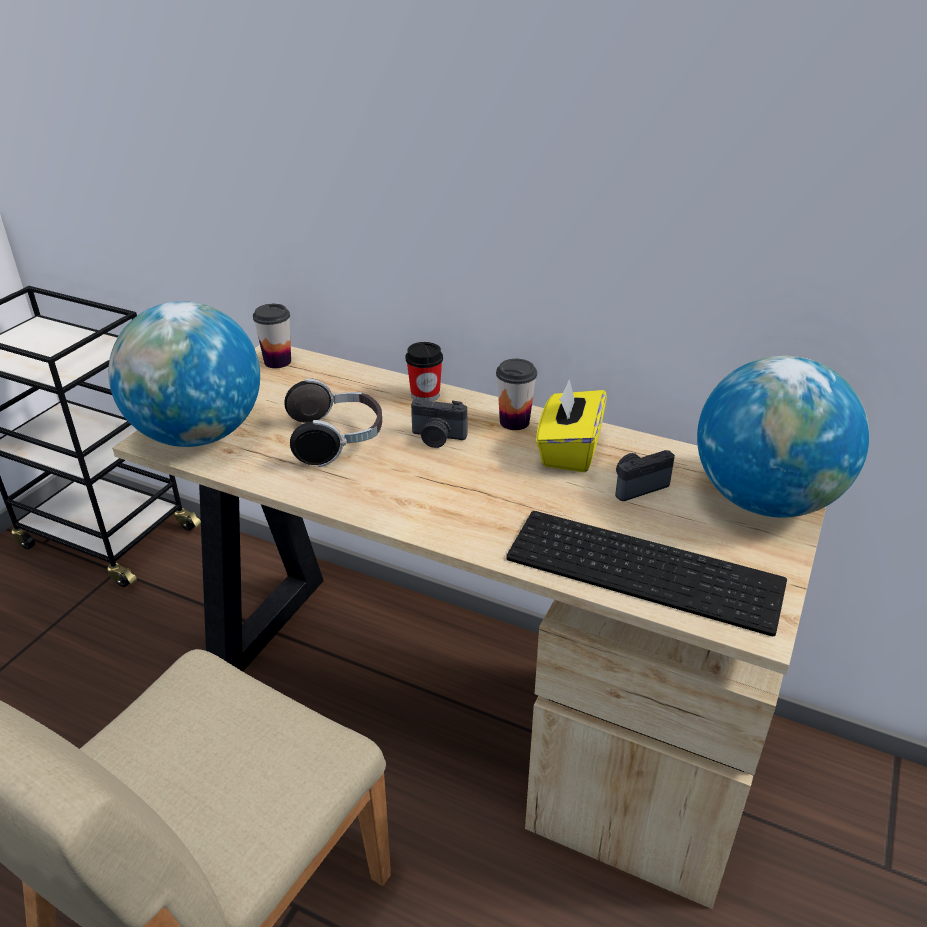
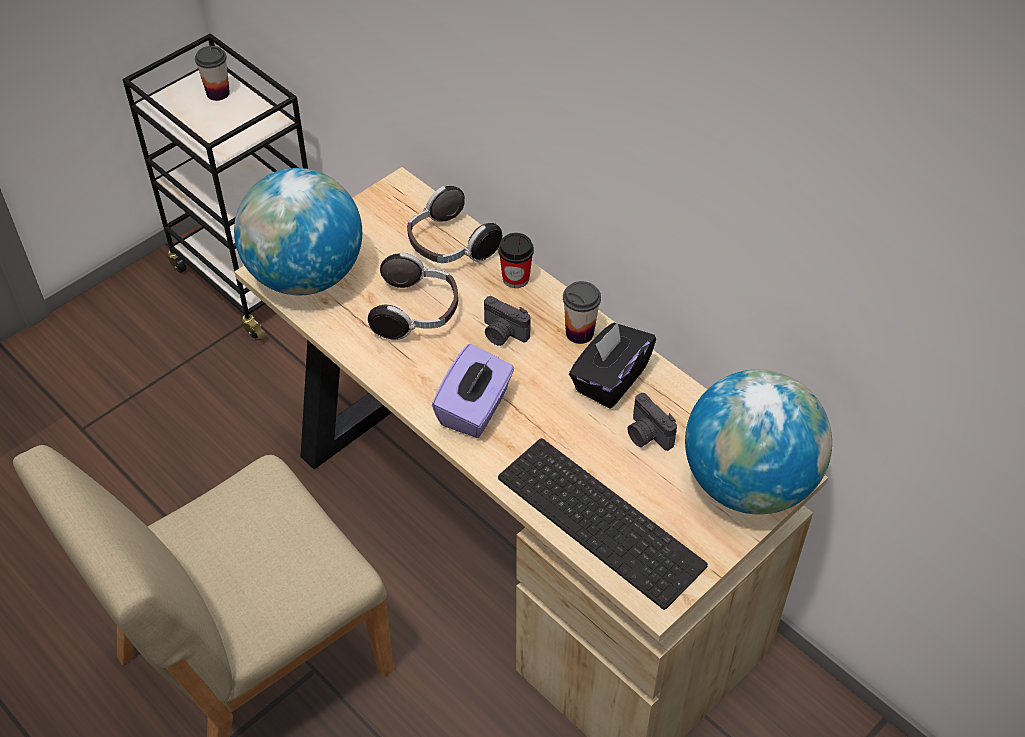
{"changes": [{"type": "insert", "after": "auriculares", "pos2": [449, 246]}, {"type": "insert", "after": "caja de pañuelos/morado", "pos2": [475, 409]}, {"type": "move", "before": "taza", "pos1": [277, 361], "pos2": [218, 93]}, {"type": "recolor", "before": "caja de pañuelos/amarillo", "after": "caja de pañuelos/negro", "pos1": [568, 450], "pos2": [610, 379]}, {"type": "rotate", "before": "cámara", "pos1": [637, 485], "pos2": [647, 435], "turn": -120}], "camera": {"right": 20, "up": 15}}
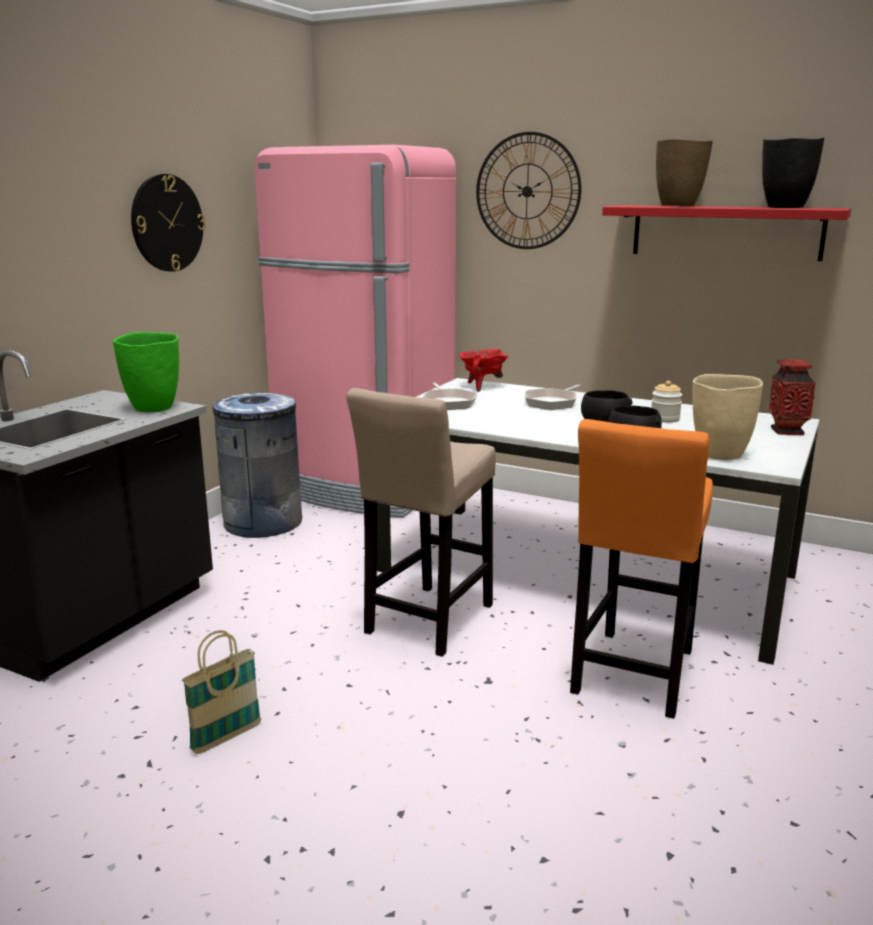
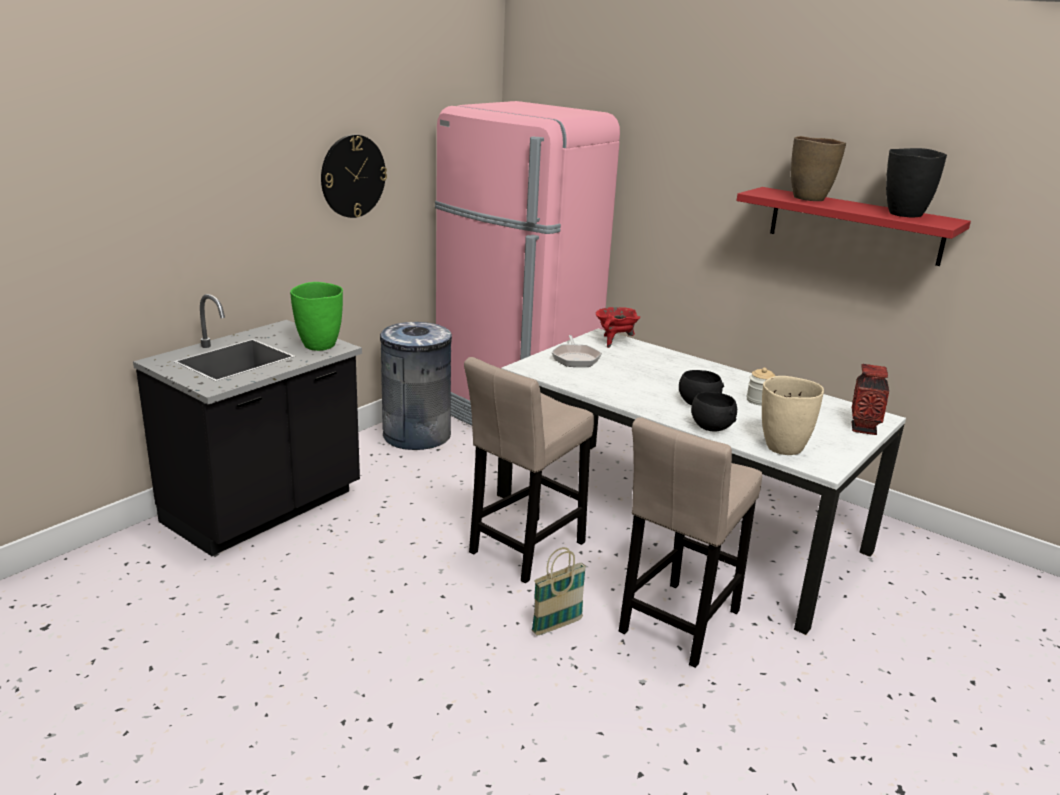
{"changes": [{"type": "delete", "before": "reloj de pared", "pos1": [527, 191]}, {"type": "delete", "before": "sartén", "pos1": [552, 402]}, {"type": "move", "before": "cesta", "pos1": [226, 738], "pos2": [557, 626]}, {"type": "recolor", "before": "taburete/naranja", "after": "taburete/beis", "pos1": [632, 676], "pos2": [677, 625]}], "camera": {"right": 10, "up": 5}}
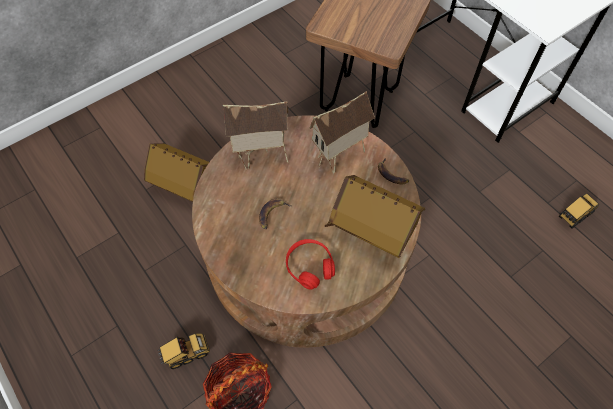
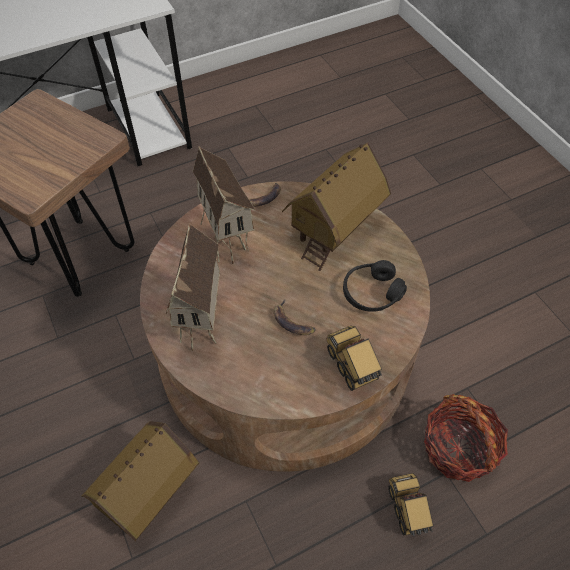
{"changes": [{"type": "move", "before": "camión de juguete", "pos1": [574, 216], "pos2": [352, 367]}, {"type": "recolor", "before": "auriculares/rojo", "after": "auriculares/negro", "pos1": [309, 266], "pos2": [371, 293]}], "camera": {"right": -80, "up": -5}}
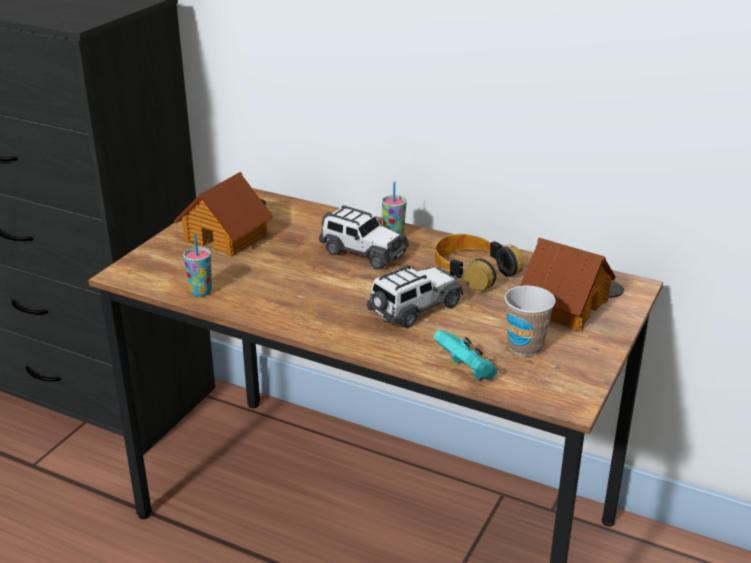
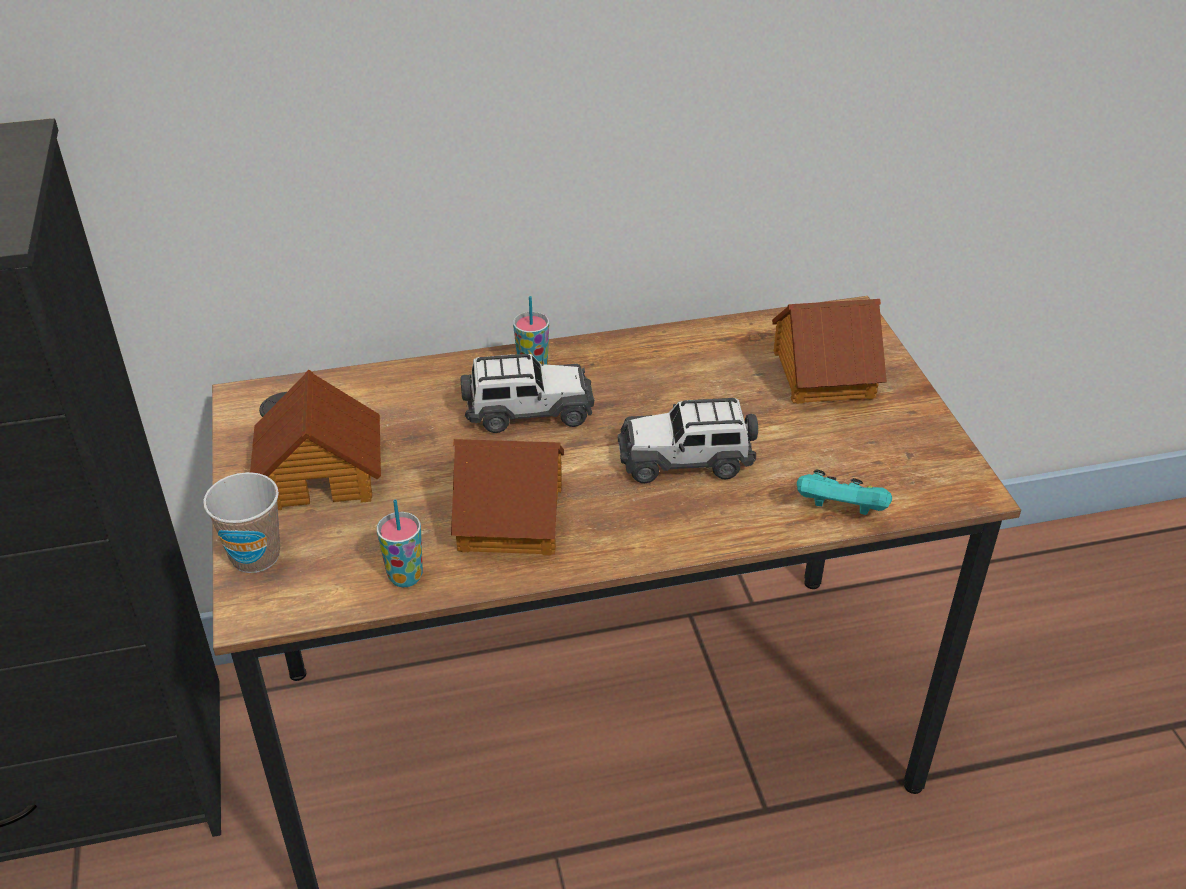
{"changes": [{"type": "delete", "before": "auriculares", "pos1": [473, 270]}, {"type": "insert", "after": "casita", "pos2": [513, 517]}, {"type": "move", "before": "taza", "pos1": [525, 347], "pos2": [255, 556]}, {"type": "rotate", "before": "coche de juguete", "pos1": [414, 309], "pos2": [686, 459], "turn": -105}], "camera": {"right": -40, "up": 10}}
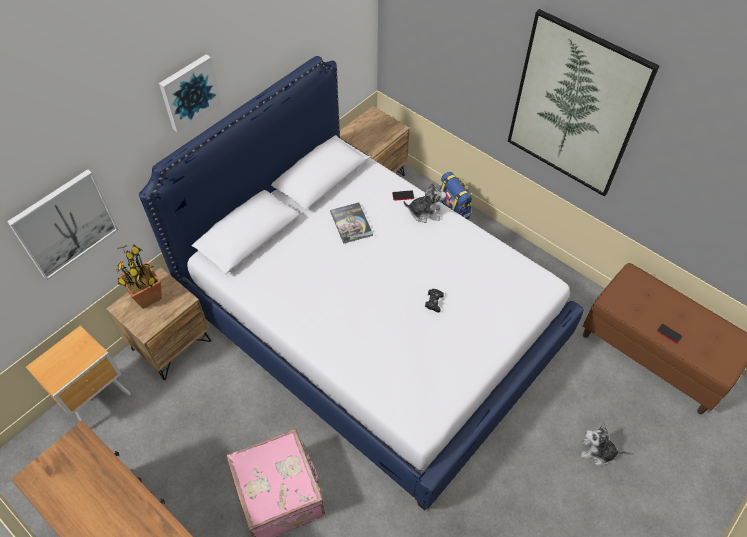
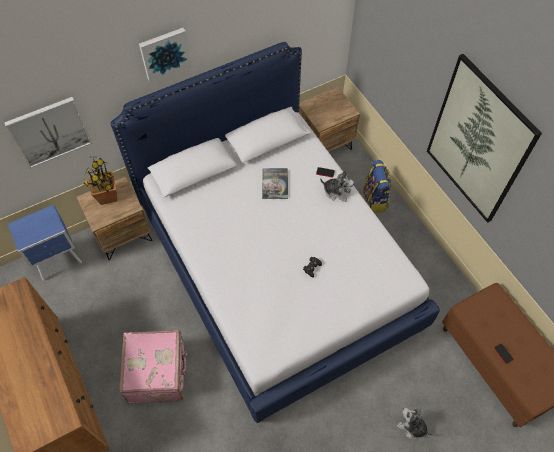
{"changes": [{"type": "recolor", "before": "mesita de noche/marrón", "after": "mesita de noche/azul", "pos1": [99, 400], "pos2": [59, 260]}], "camera": {"right": 20, "up": 5}}
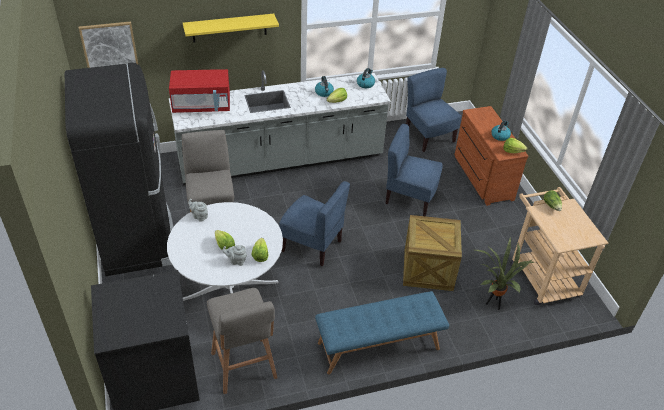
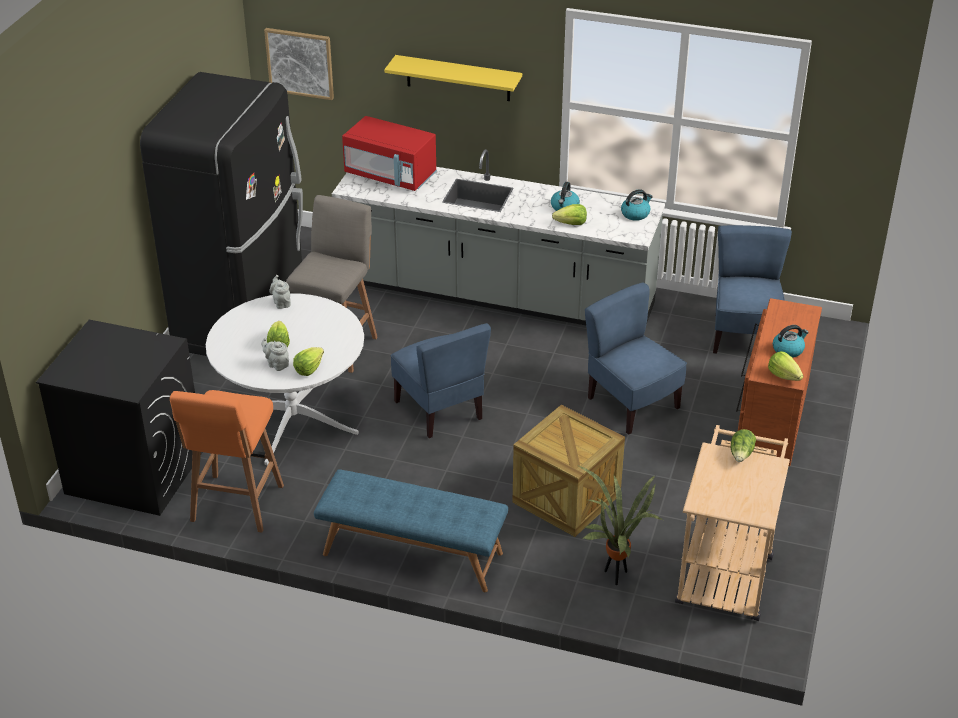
{"changes": [{"type": "recolor", "before": "taburete/gris", "after": "taburete/naranja", "pos1": [244, 367], "pos2": [236, 505]}], "camera": {"right": 35, "up": -5}}
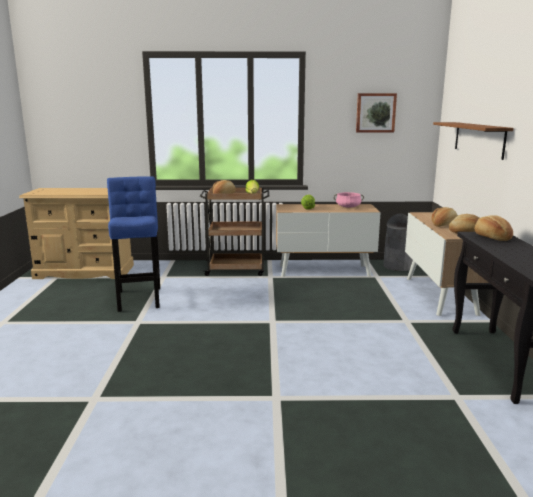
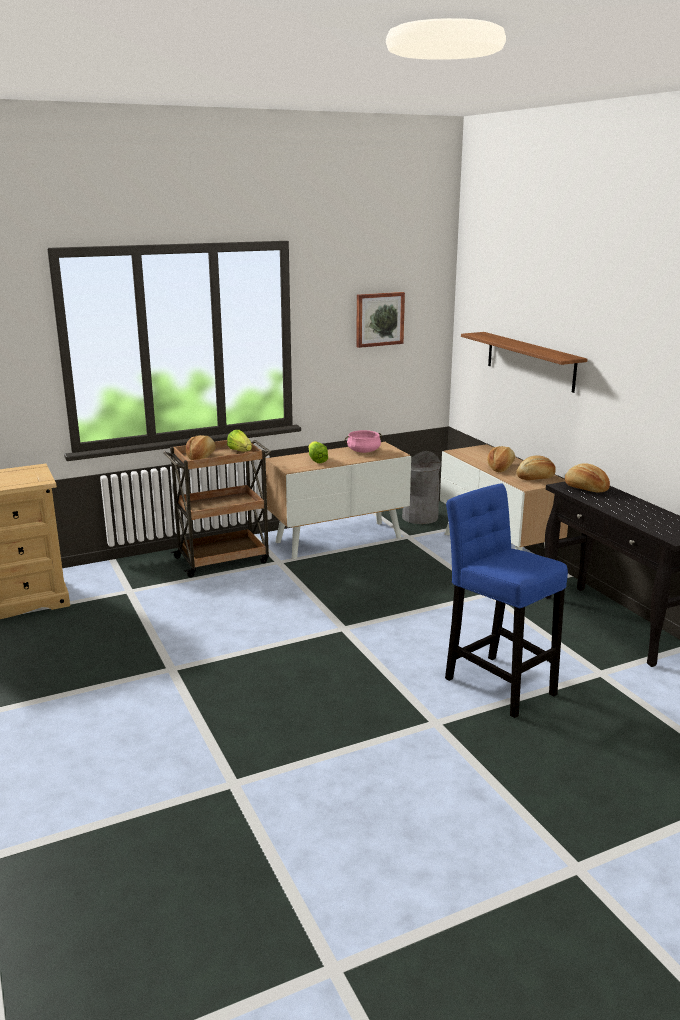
{"changes": [{"type": "move", "before": "taburete/azul", "pos1": [139, 298], "pos2": [496, 683]}], "camera": {"right": -25, "up": 5}}
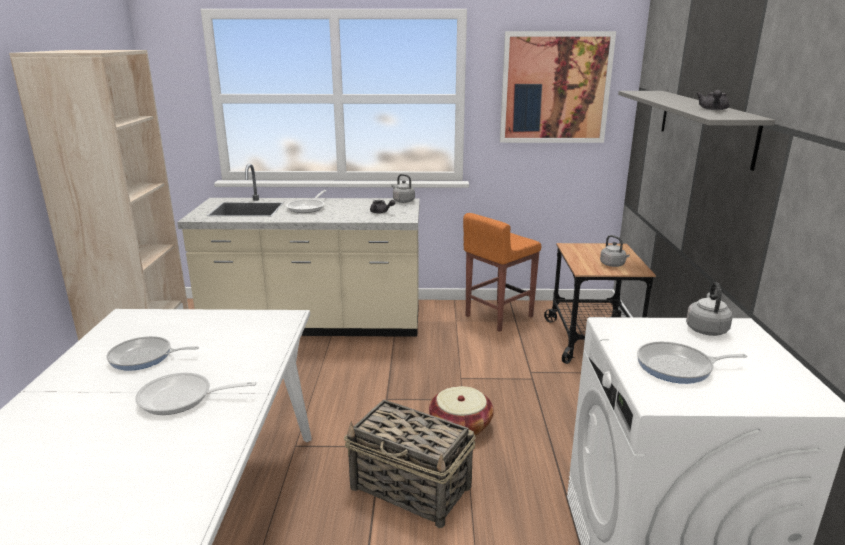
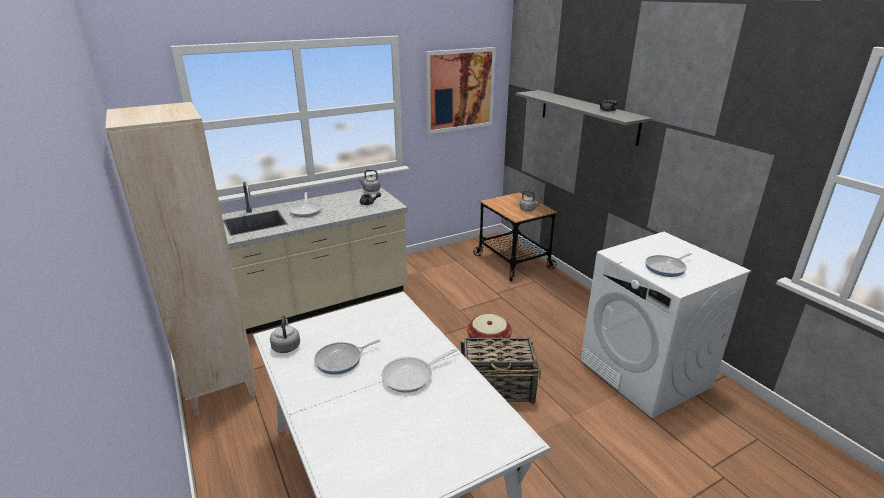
{"changes": [{"type": "delete", "before": "taburete/naranja", "pos1": [498, 316]}, {"type": "move", "before": "hervidor/gris", "pos1": [706, 329], "pos2": [286, 346]}], "camera": {"right": -30, "up": 5}}
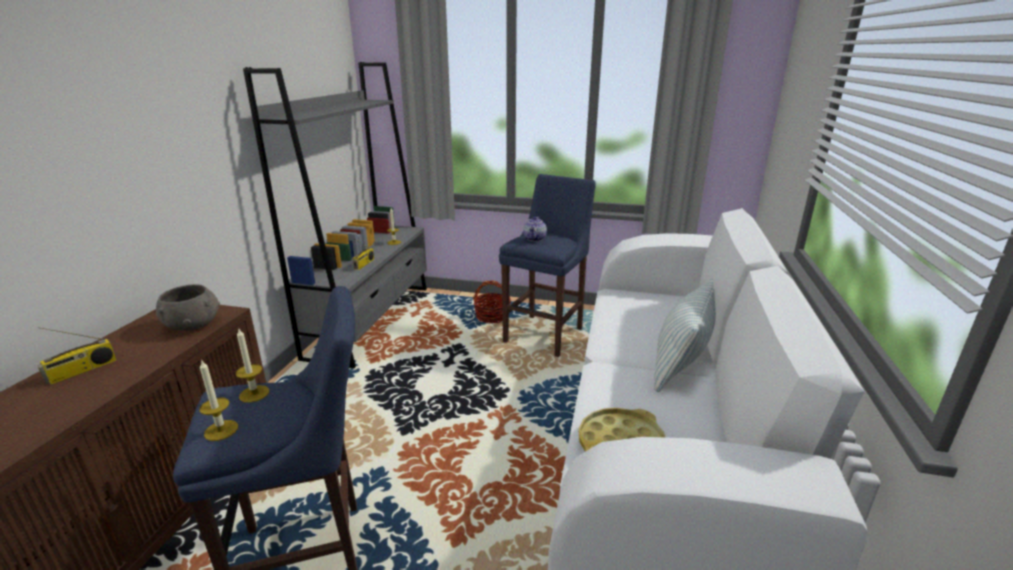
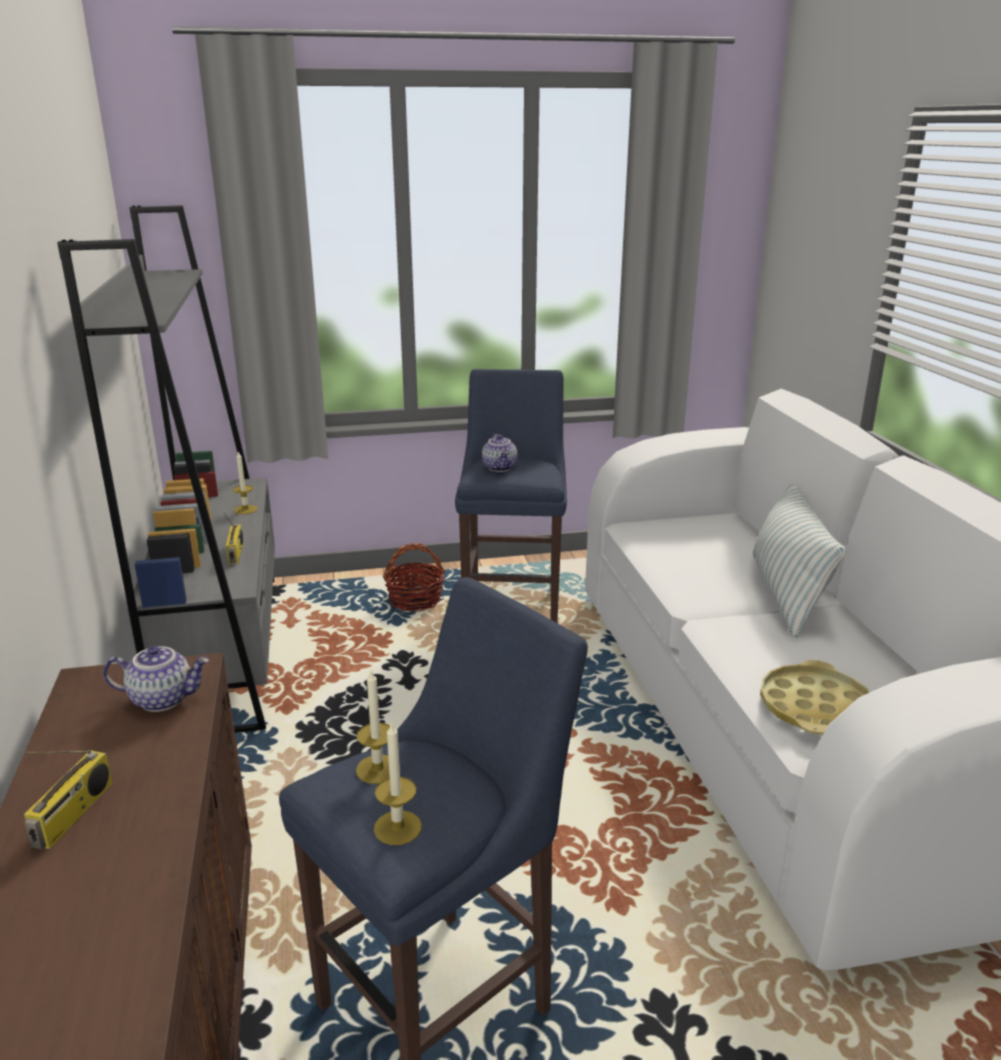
{"changes": [{"type": "replace", "before": "cuenco/gris", "after": "tetera", "pos1": [192, 324], "pos2": [163, 698]}], "camera": {"right": -25, "up": 0}}
